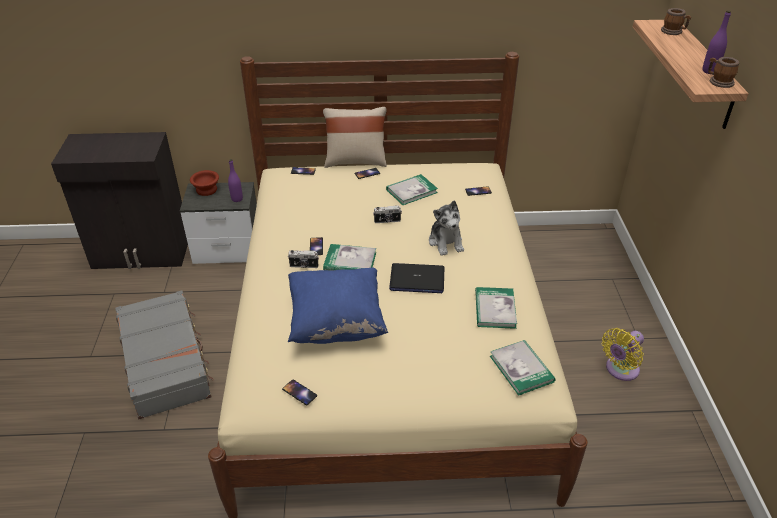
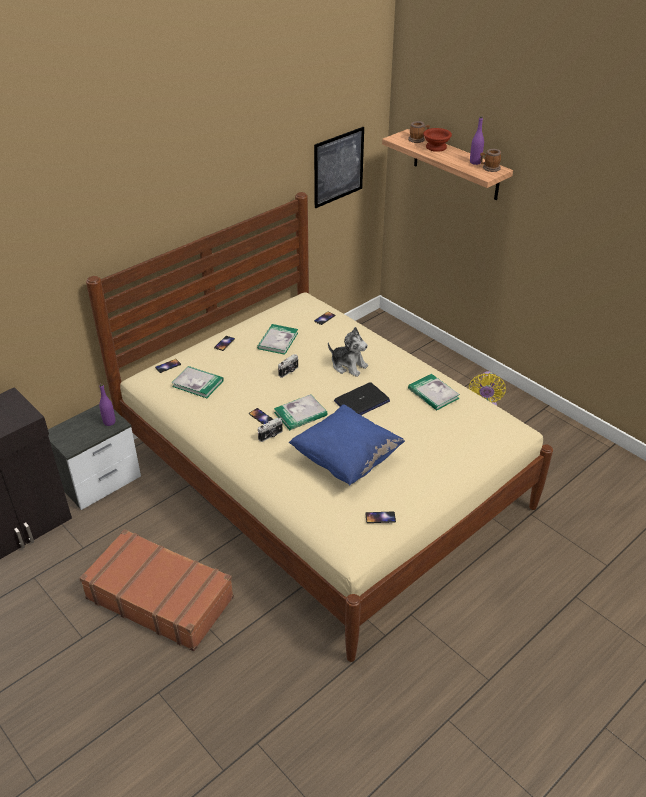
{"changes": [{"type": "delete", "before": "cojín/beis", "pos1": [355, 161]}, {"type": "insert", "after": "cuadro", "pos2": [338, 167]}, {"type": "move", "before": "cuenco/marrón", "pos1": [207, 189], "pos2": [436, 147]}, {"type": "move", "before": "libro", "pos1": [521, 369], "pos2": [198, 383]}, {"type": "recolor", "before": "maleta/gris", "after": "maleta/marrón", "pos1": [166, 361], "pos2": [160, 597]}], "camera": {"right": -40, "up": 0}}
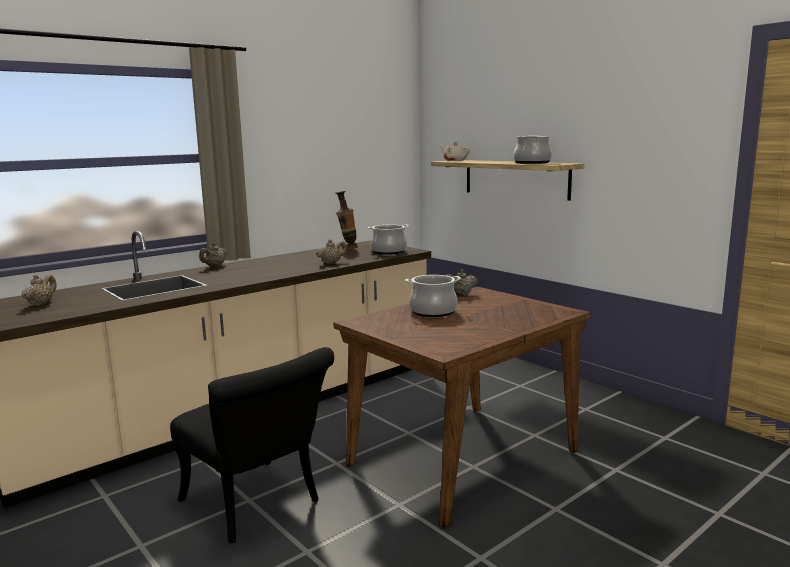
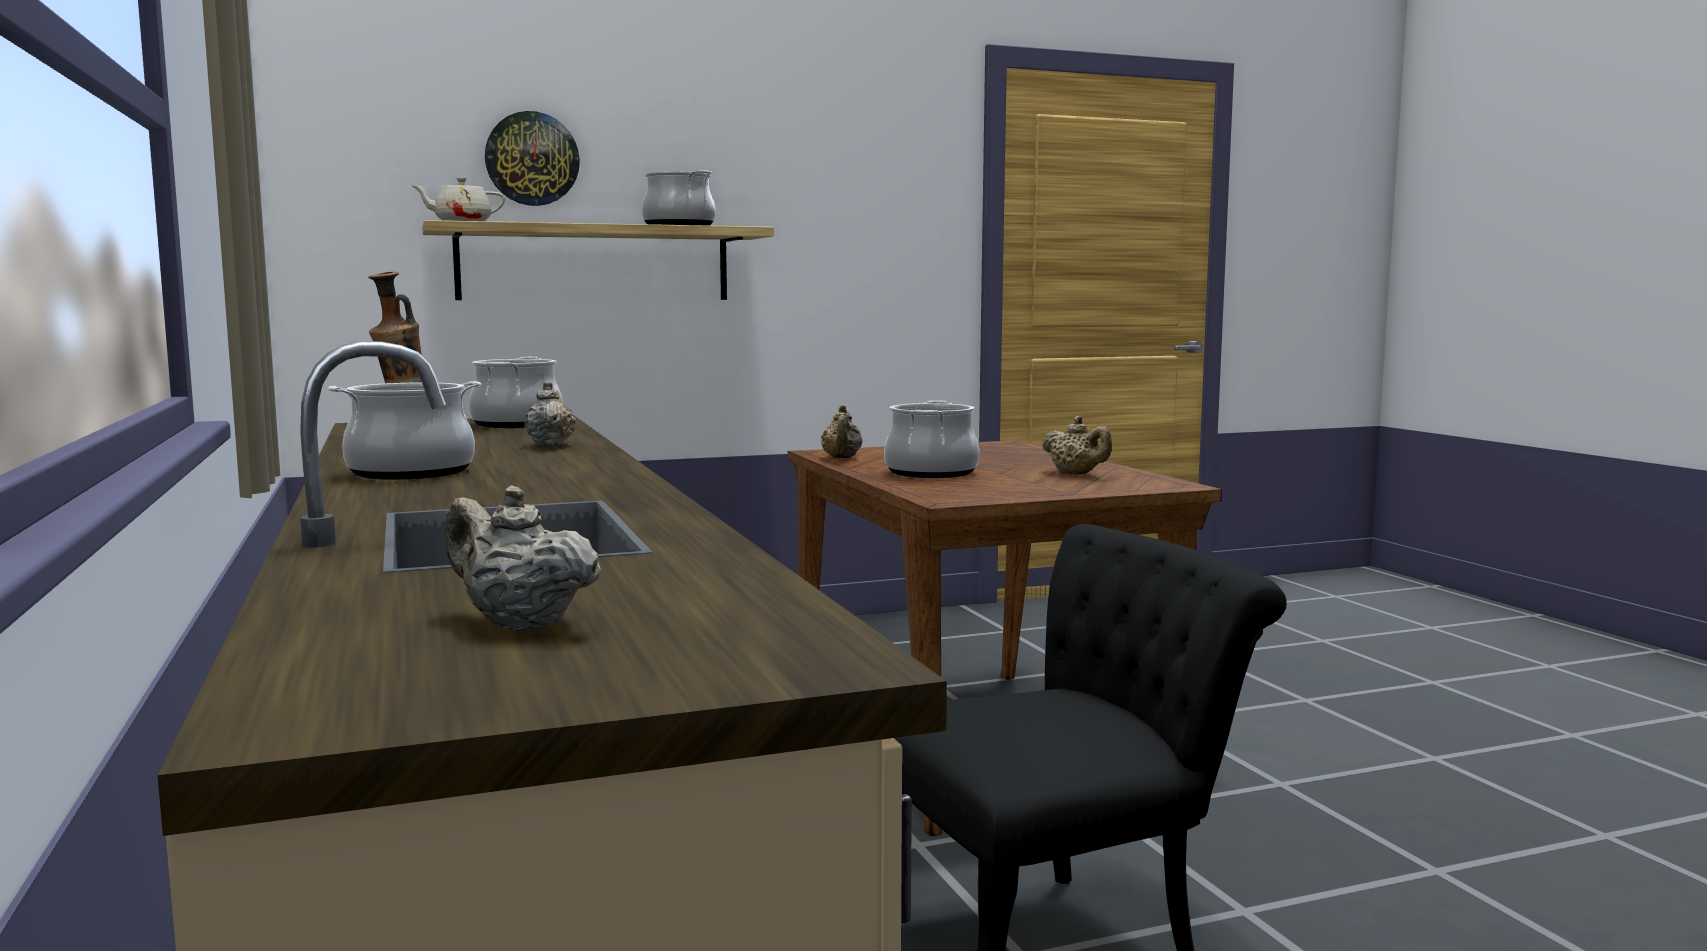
{"changes": [{"type": "insert", "after": "olla", "pos2": [410, 472]}, {"type": "insert", "after": "reloj de pared", "pos2": [532, 159]}, {"type": "move", "before": "tetera/beis", "pos1": [214, 267], "pos2": [1076, 474]}], "camera": {"right": -70, "up": -5}}
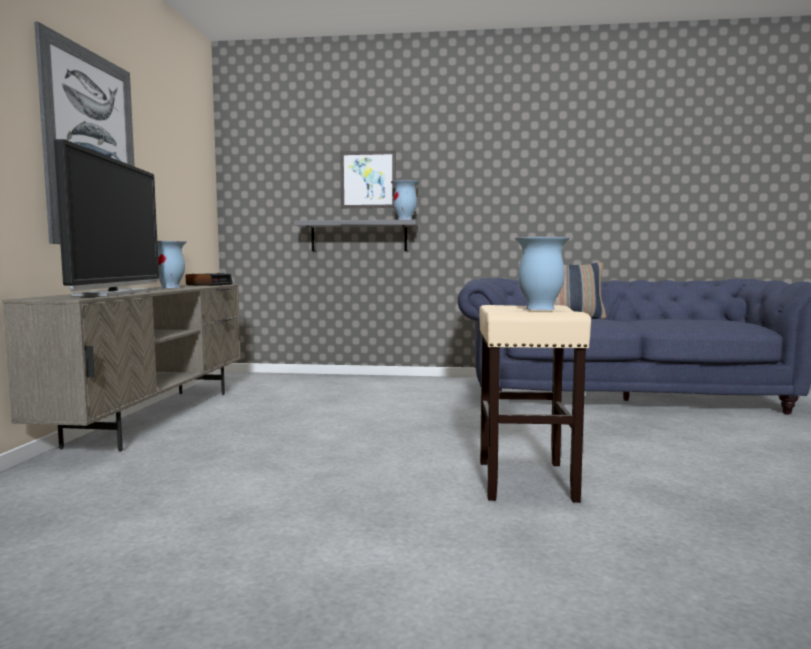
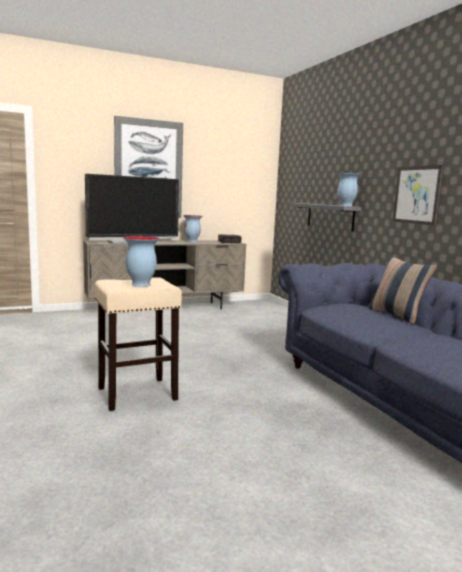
{"changes": [{"type": "move", "before": "cuadro", "pos1": [368, 179], "pos2": [416, 195]}], "camera": {"right": 60, "up": 5}}
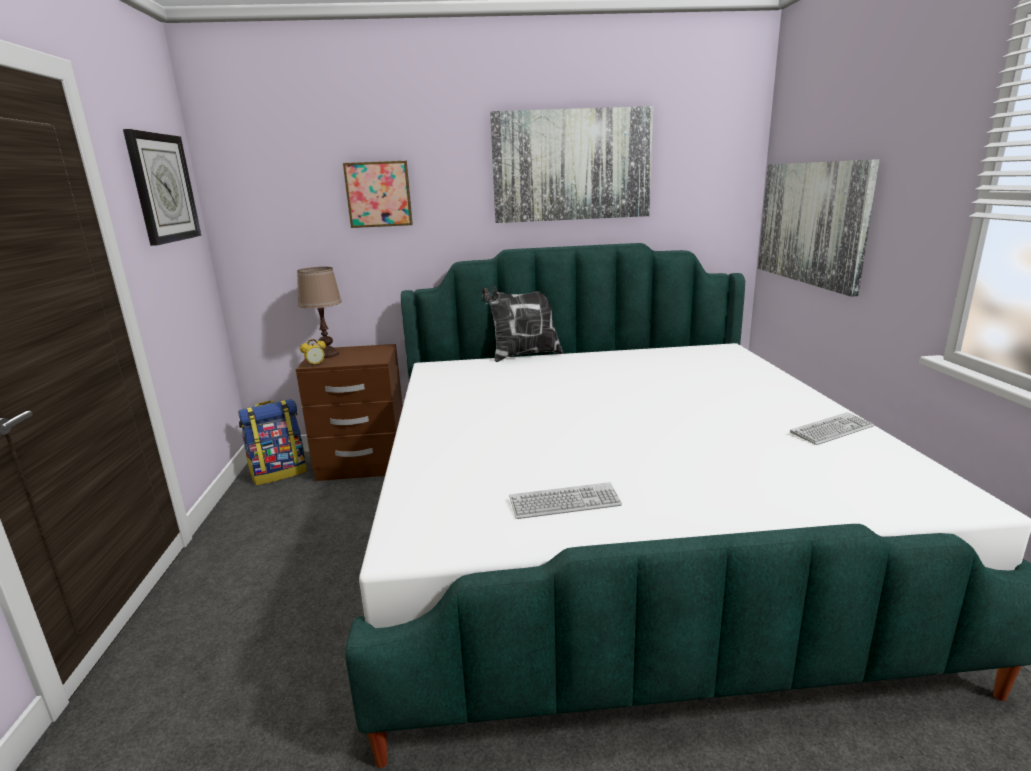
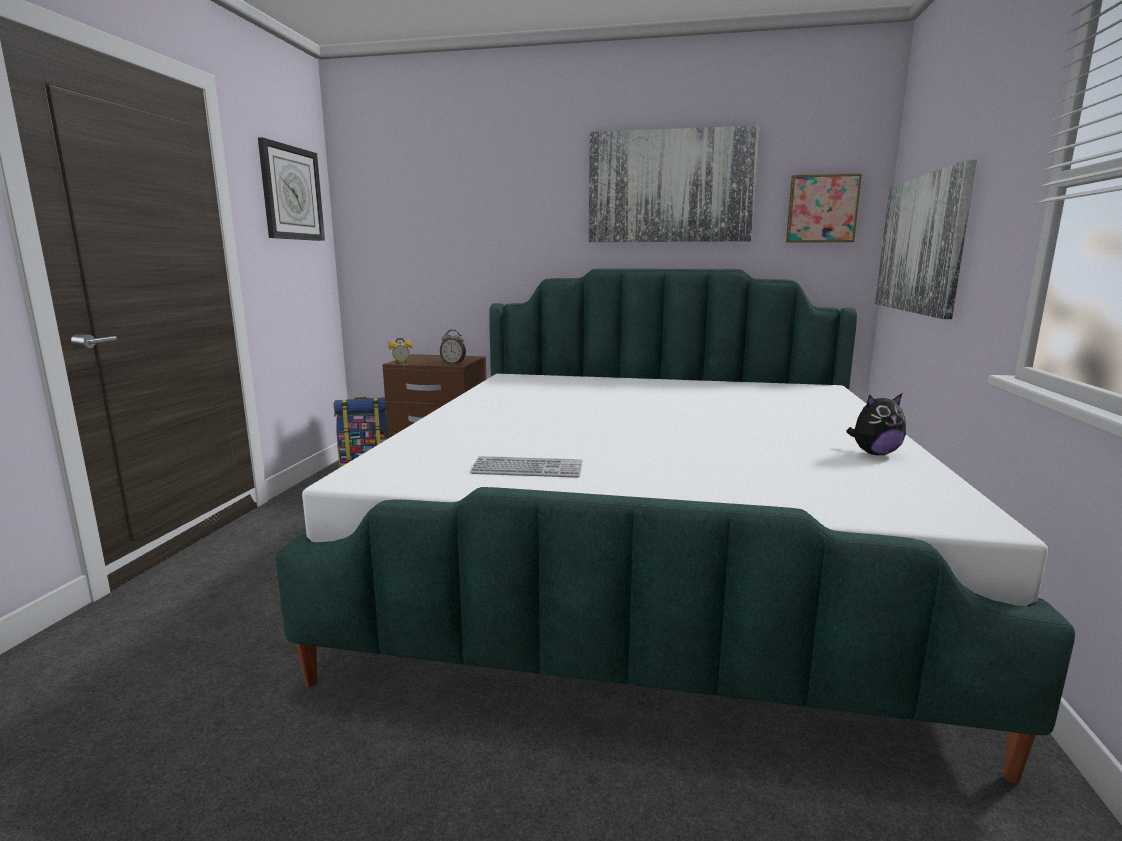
{"changes": [{"type": "delete", "before": "lámpara de mesa/marrón", "pos1": [327, 355]}, {"type": "delete", "before": "cojín", "pos1": [524, 355]}, {"type": "insert", "after": "despertador", "pos2": [453, 364]}, {"type": "move", "before": "cuadro", "pos1": [379, 194], "pos2": [822, 209]}, {"type": "replace", "before": "teclado", "after": "peluche", "pos1": [832, 430], "pos2": [874, 453]}], "camera": {"right": 15, "up": -5}}
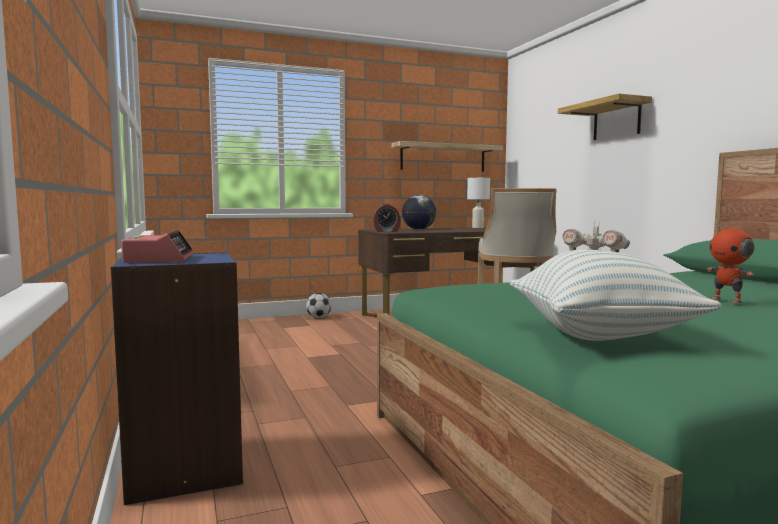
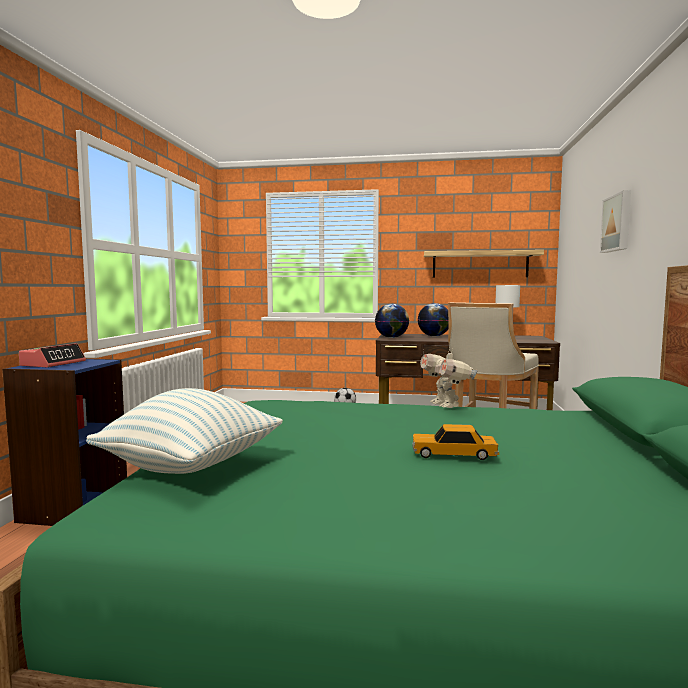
{"changes": [{"type": "replace", "before": "despertador", "after": "globo terráqueo", "pos1": [386, 231], "pos2": [392, 337]}, {"type": "replace", "before": "estante", "after": "cuadro", "pos1": [616, 120], "pos2": [618, 223]}, {"type": "replace", "before": "robot de juguete", "after": "coche de juguete", "pos1": [727, 300], "pos2": [453, 454]}], "camera": {"right": 30, "up": 0}}
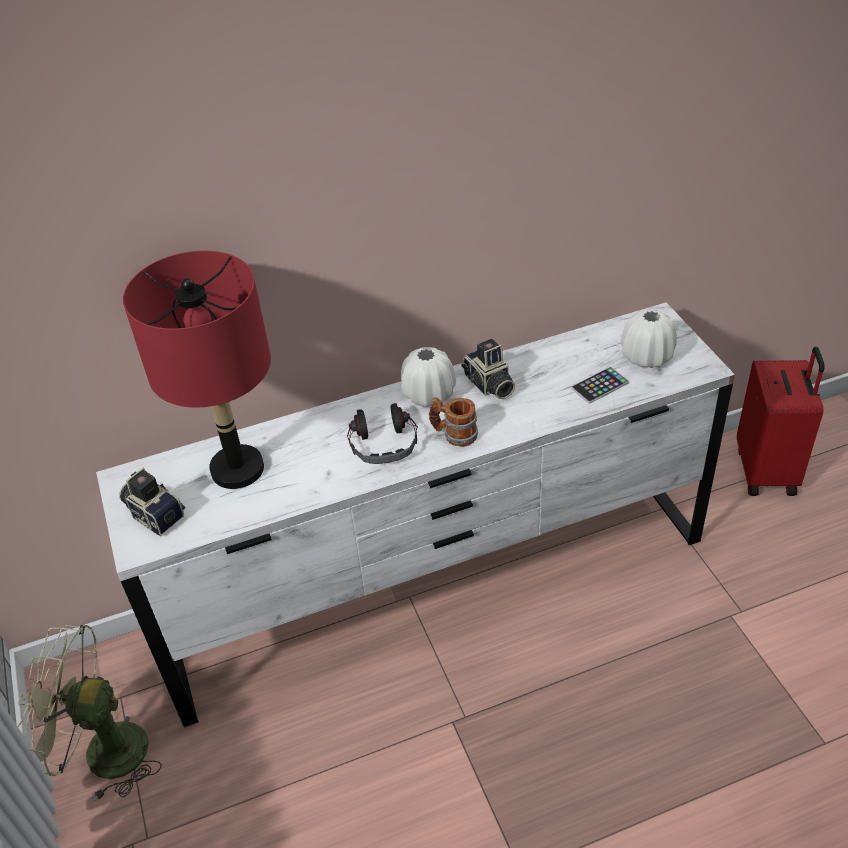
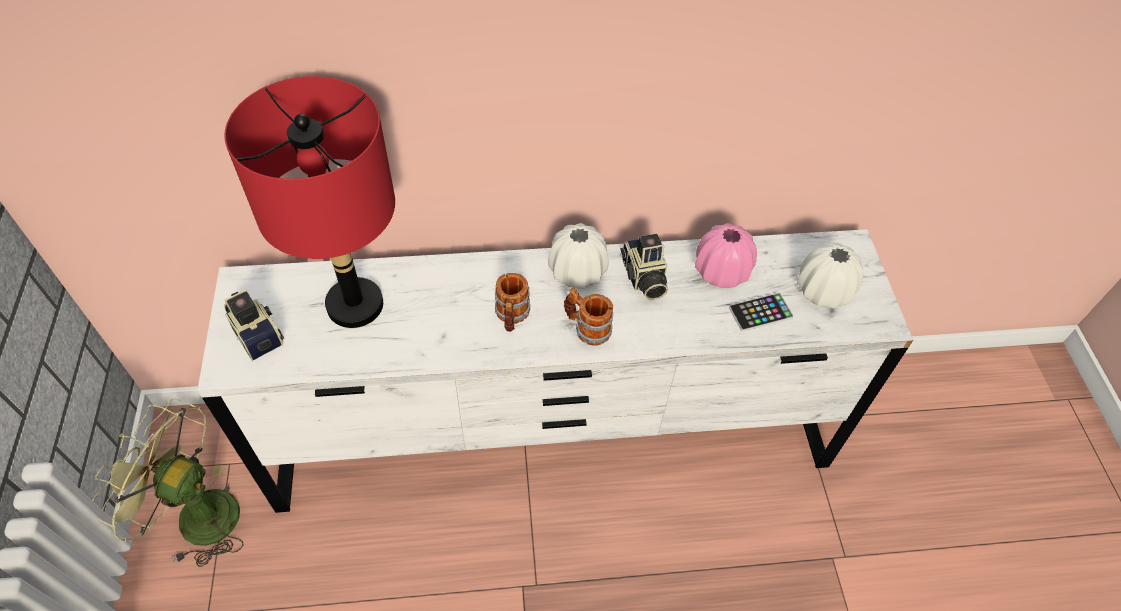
{"changes": [{"type": "delete", "before": "maleta/rojo", "pos1": [768, 471]}, {"type": "insert", "after": "florero/rosa", "pos2": [721, 272]}, {"type": "replace", "before": "auriculares", "after": "taza grande", "pos1": [384, 443], "pos2": [511, 316]}], "camera": {"right": 10, "up": 10}}
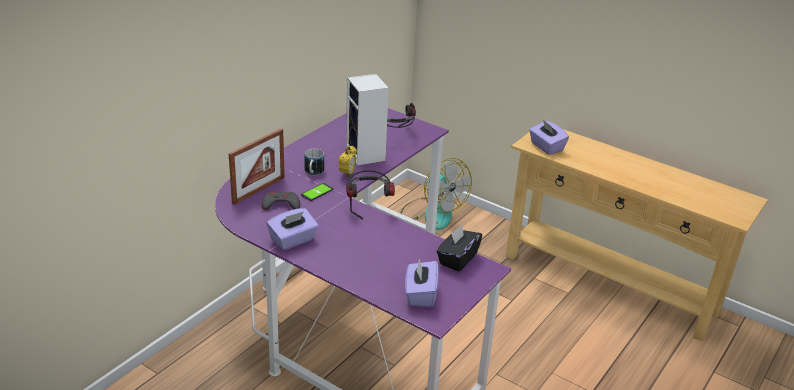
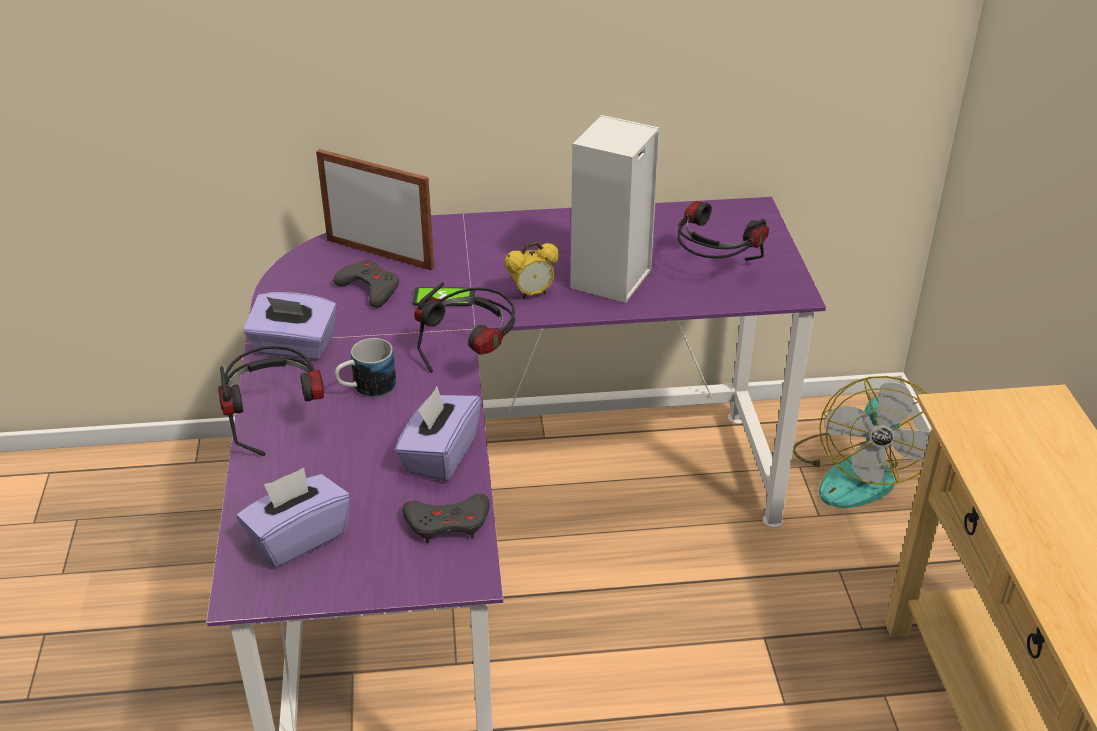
{"changes": [{"type": "insert", "after": "auriculares", "pos2": [277, 424]}, {"type": "move", "before": "taza grande", "pos1": [313, 173], "pos2": [366, 388]}, {"type": "move", "before": "caja de pañuelos/morado", "pos1": [546, 147], "pos2": [440, 455]}, {"type": "replace", "before": "caja de pañuelos/negro", "after": "mando de consola/gris", "pos1": [457, 259], "pos2": [448, 523]}, {"type": "rotate", "before": "portarretratos", "pos1": [258, 190], "pos2": [379, 254], "turn": -150}], "camera": {"right": 50, "up": 5}}
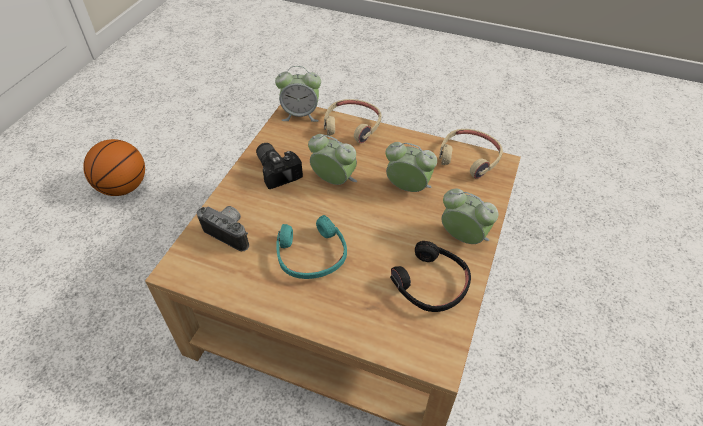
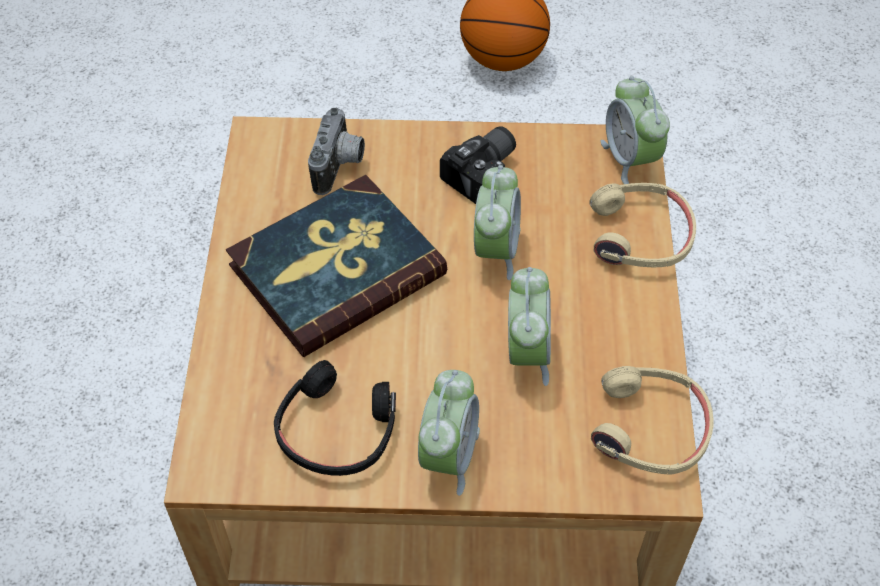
{"changes": [{"type": "replace", "before": "auriculares/turquesa", "after": "libro", "pos1": [311, 255], "pos2": [336, 269]}], "camera": {"right": 70, "up": 5}}
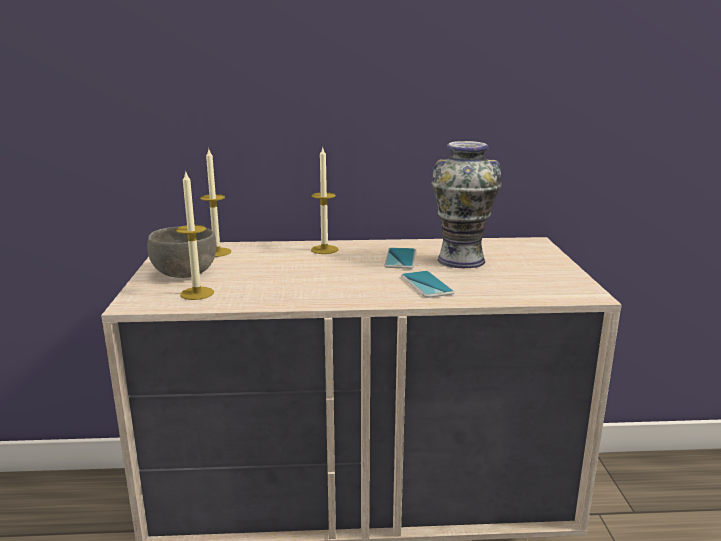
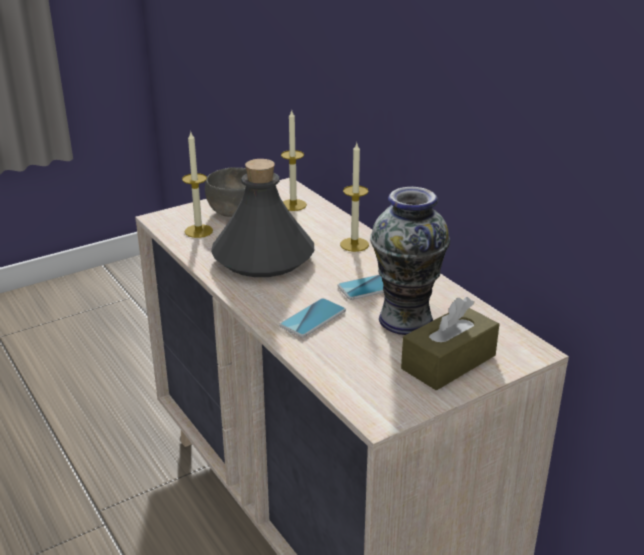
{"changes": [{"type": "insert", "after": "botella/gris", "pos2": [264, 257]}, {"type": "insert", "after": "caja de pañuelos/marrón", "pos2": [448, 362]}], "camera": {"right": 60, "up": 10}}
